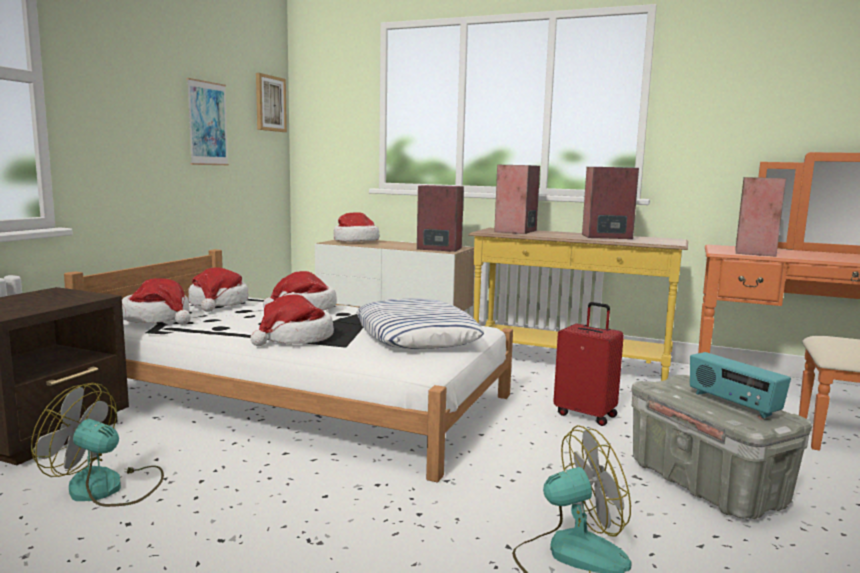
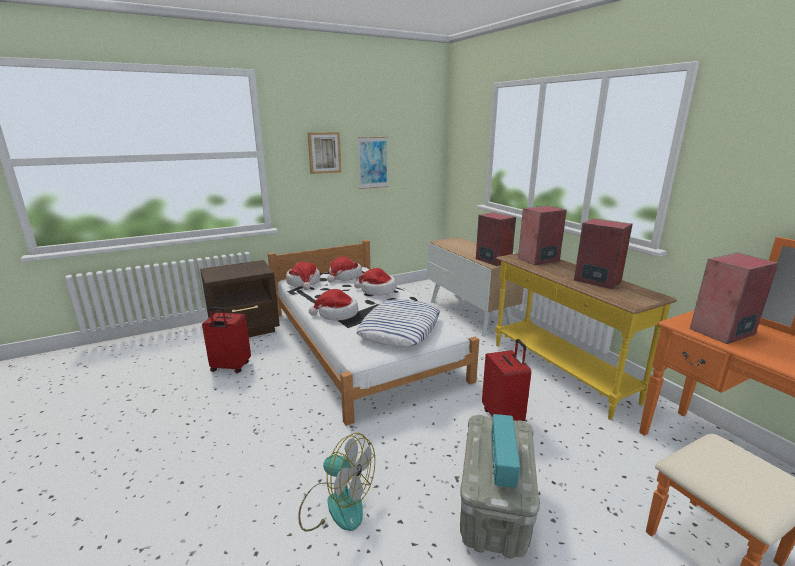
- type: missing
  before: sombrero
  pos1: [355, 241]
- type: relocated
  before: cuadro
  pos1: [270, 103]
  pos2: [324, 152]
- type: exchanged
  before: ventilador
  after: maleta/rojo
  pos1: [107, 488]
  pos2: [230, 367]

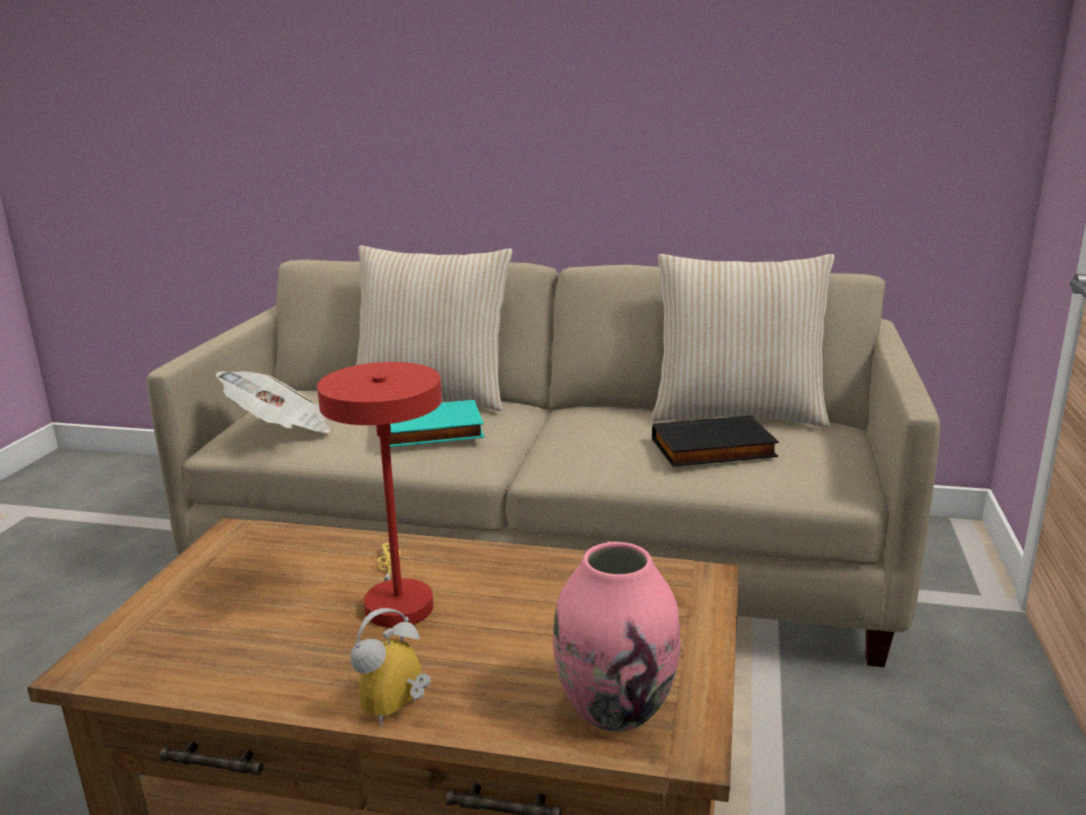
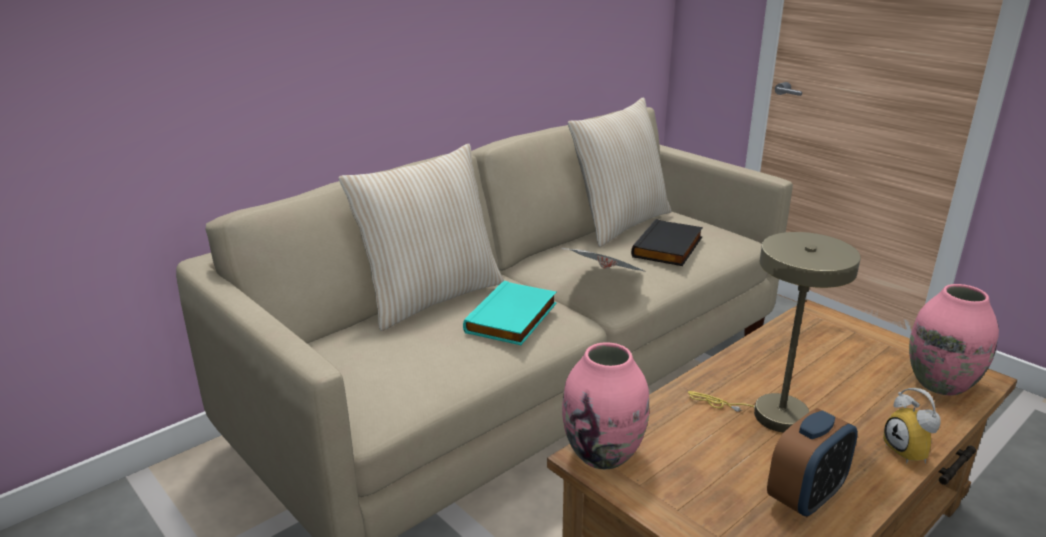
- type: appeared
  after: florero/rosa
  pos2: [603, 454]
- type: appeared
  after: despertador
  pos2: [805, 497]
- type: relocated
  before: periódico
  pos1: [280, 428]
  pos2: [606, 282]
- type: colour
  before: lámpara de mesa/rojo
  after: lámpara de mesa/beis
  pos1: [396, 601]
  pos2: [769, 415]

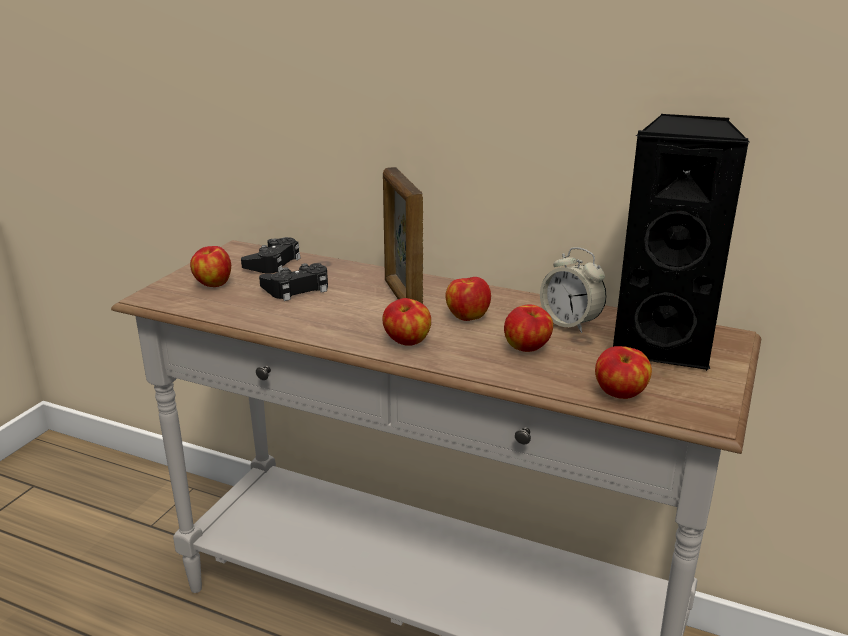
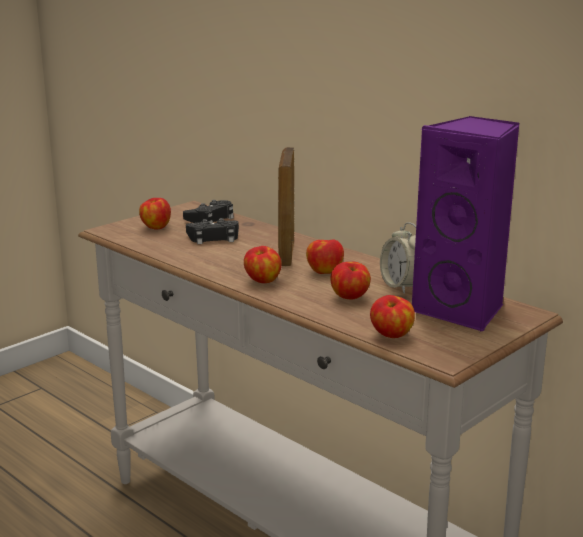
- type: colour
  before: altavoz/negro
  after: altavoz/morado
  pos1: [663, 345]
  pos2: [463, 311]

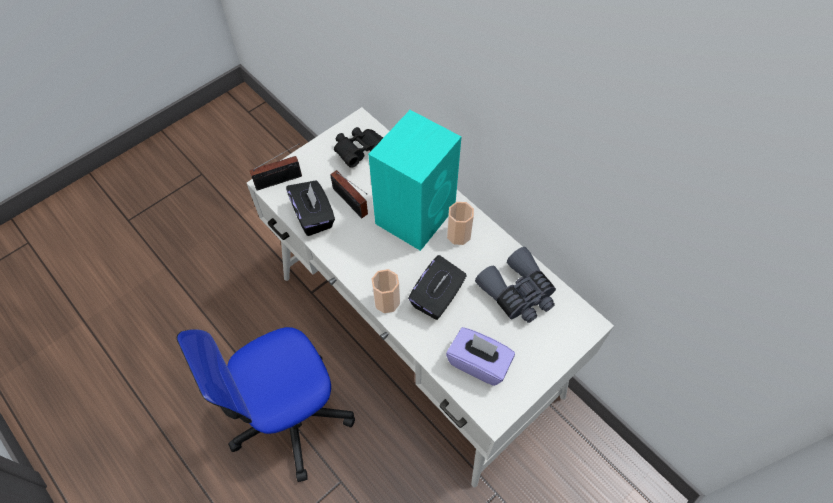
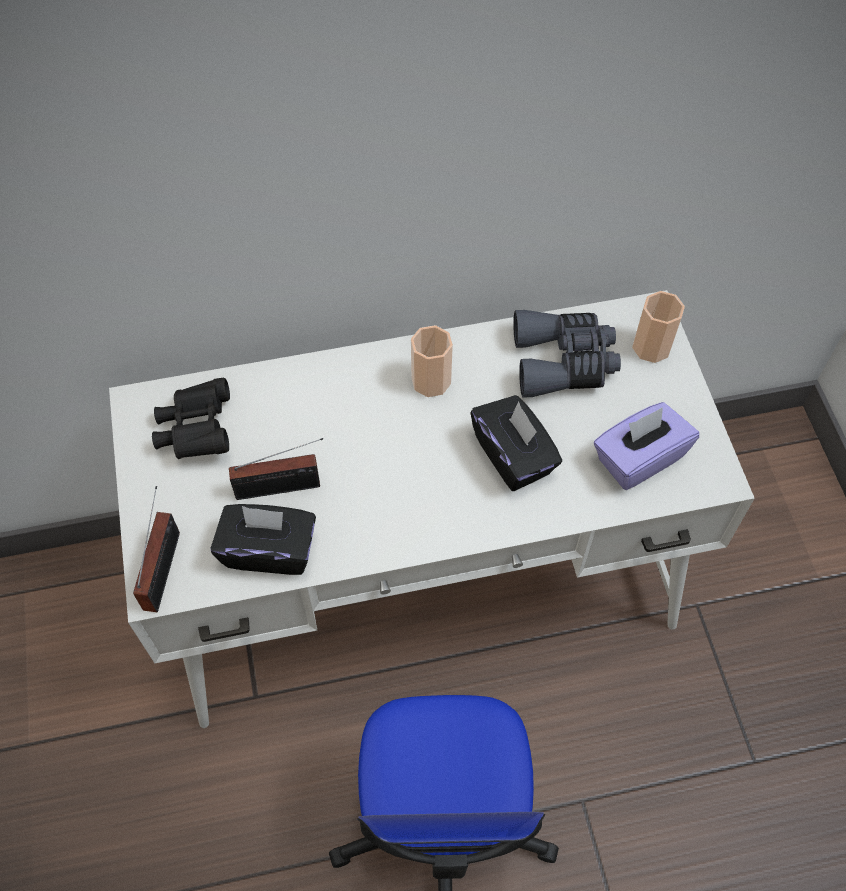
- type: missing
  before: altavoz/turquesa
  pos1: [416, 214]
- type: relocated
  before: taza
  pos1: [387, 301]
  pos2: [651, 347]

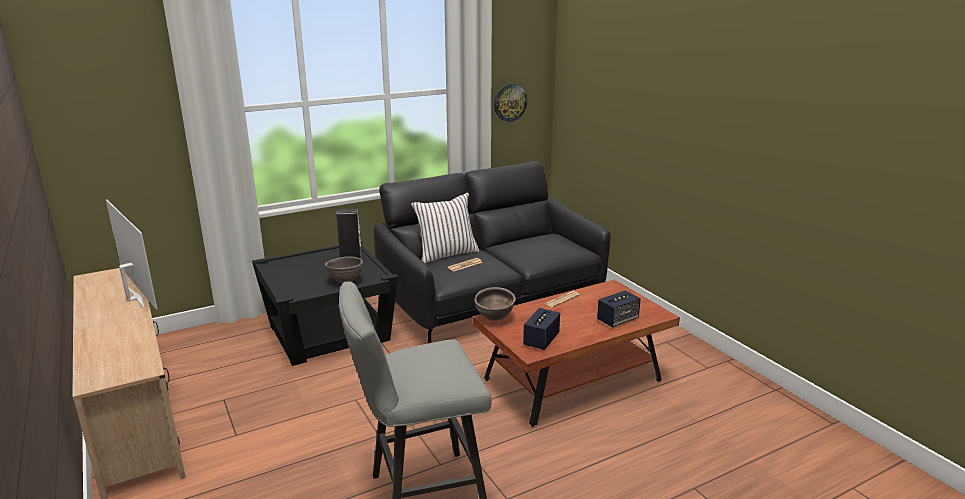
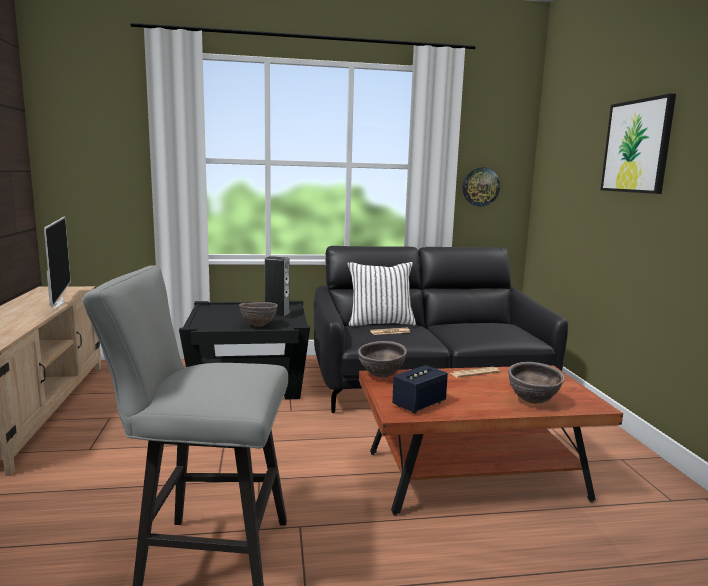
- type: appeared
  after: cuadro
  pos2: [637, 146]
- type: exchanged
  before: altavoz
  after: cuenco/marrón
  pos1: [617, 320]
  pos2: [532, 402]

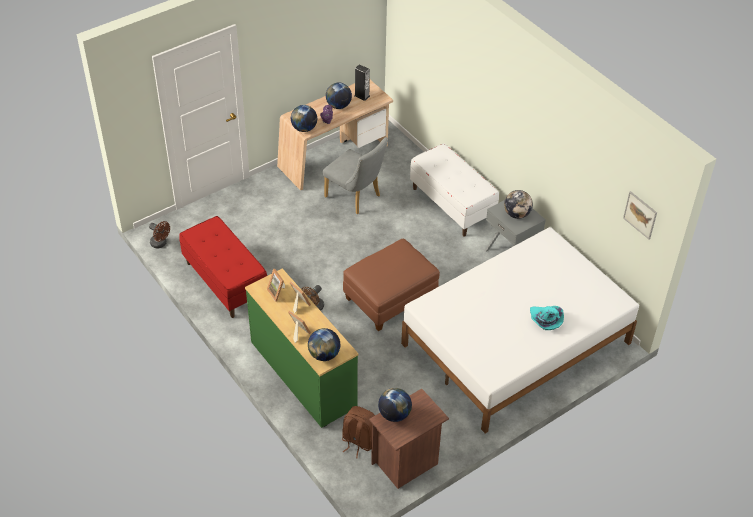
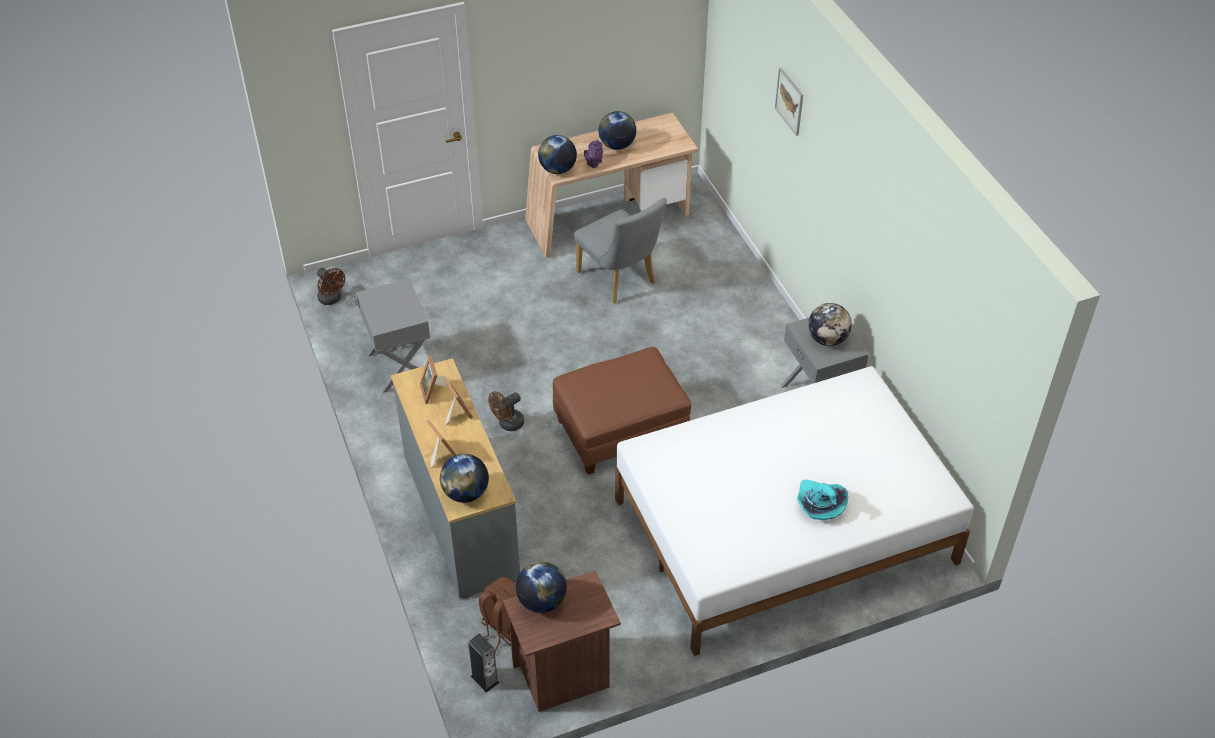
- type: missing
  before: banco/blanco
  pos1: [452, 205]
- type: relocated
  before: altavoz
  pos1: [362, 96]
  pos2: [485, 679]
- type: relocated
  before: cuadro
  pos1: [640, 215]
  pos2: [789, 101]
- type: exchanged
  before: banco/rojo
  after: mesita de noche/gris
  pos1: [225, 282]
  pos2: [399, 366]
- type: colour
  before: cómoda/verde
  after: cómoda/gris
  pos1: [302, 374]
  pos2: [460, 516]

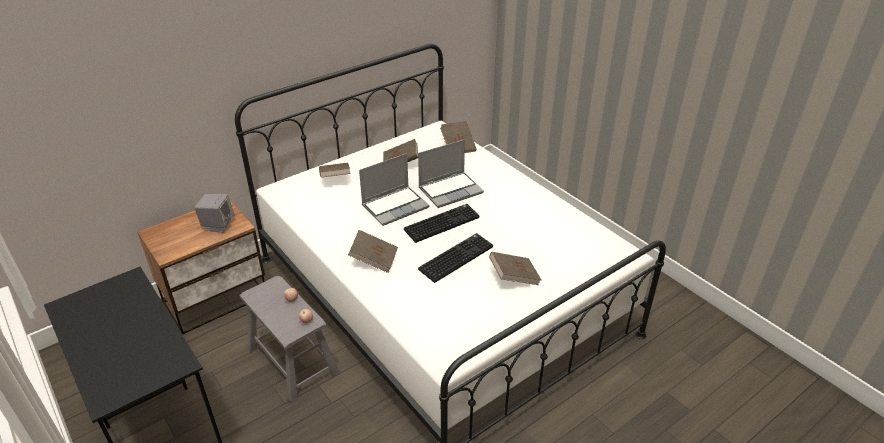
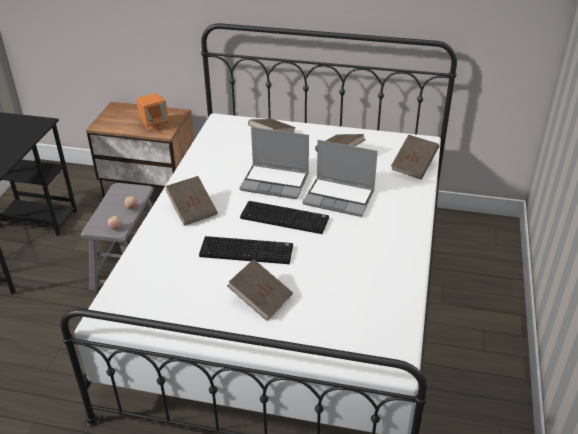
- type: colour
  before: altavoz/gris
  after: altavoz/naranja
  pos1: [218, 225]
  pos2: [154, 124]

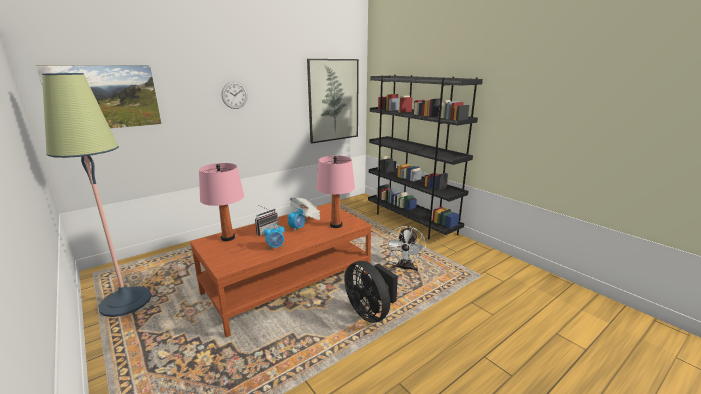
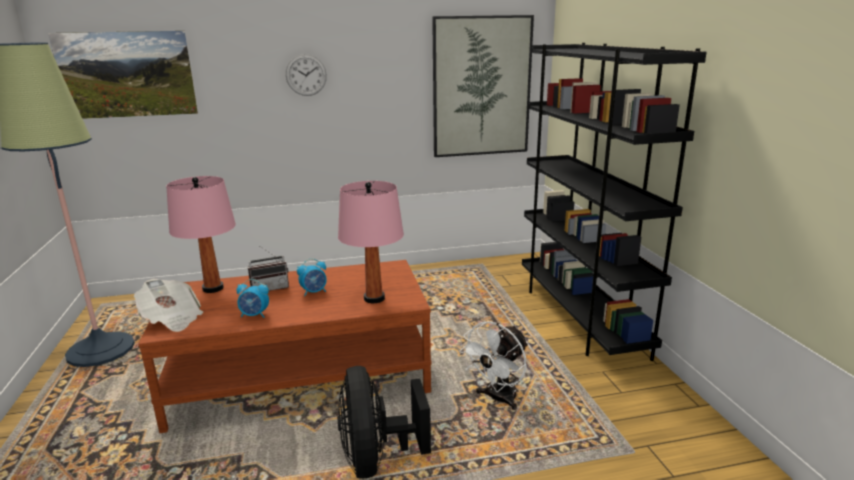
- type: relocated
  before: periódico
  pos1: [306, 216]
  pos2: [172, 319]

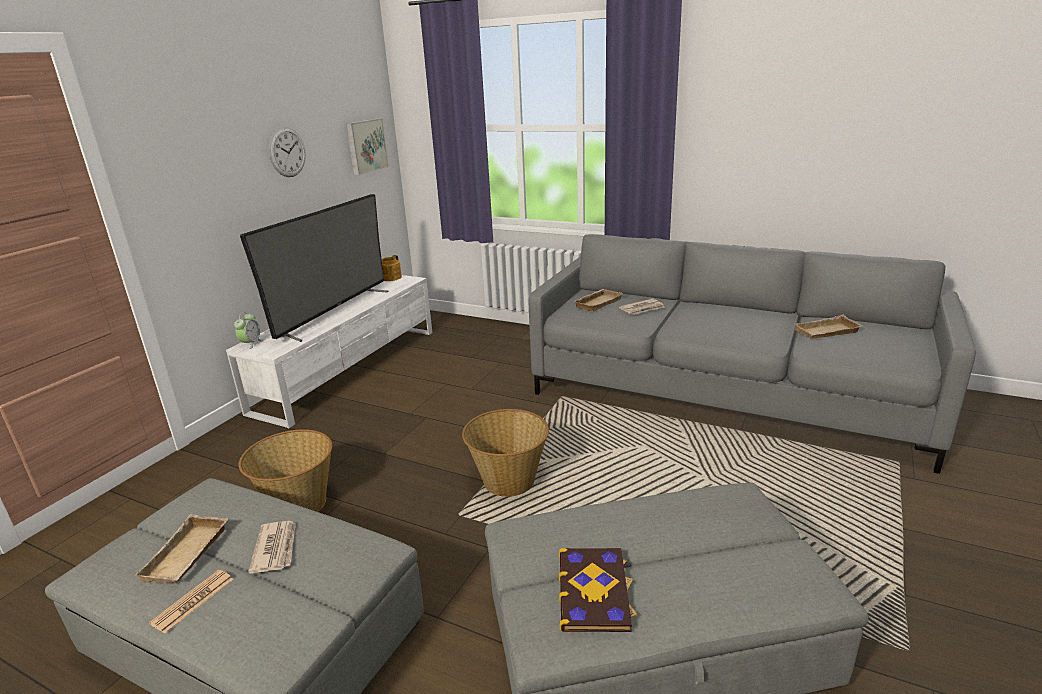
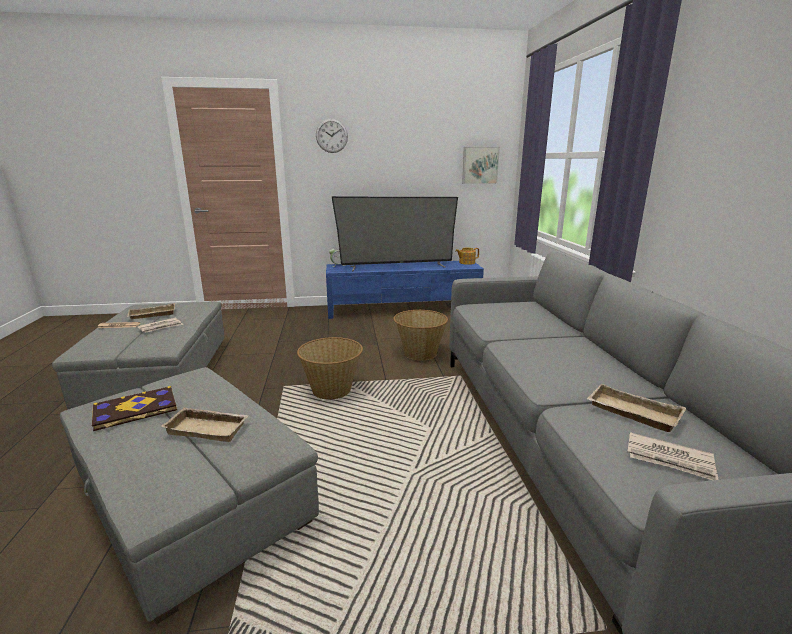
- type: relocated
  before: cesta
  pos1: [298, 504]
  pos2: [419, 353]
- type: relocated
  before: reloj de pared
  pos1: [287, 152]
  pos2: [331, 136]
- type: relocated
  before: bandeja/beis
  pos1: [597, 303]
  pos2: [209, 428]
- type: relocated
  before: periódico
  pos1: [642, 309]
  pos2: [670, 459]
- type: colour
  before: mueble de televisión/blanco
  after: mueble de televisión/azul
  pos1: [350, 369]
  pos2: [404, 309]

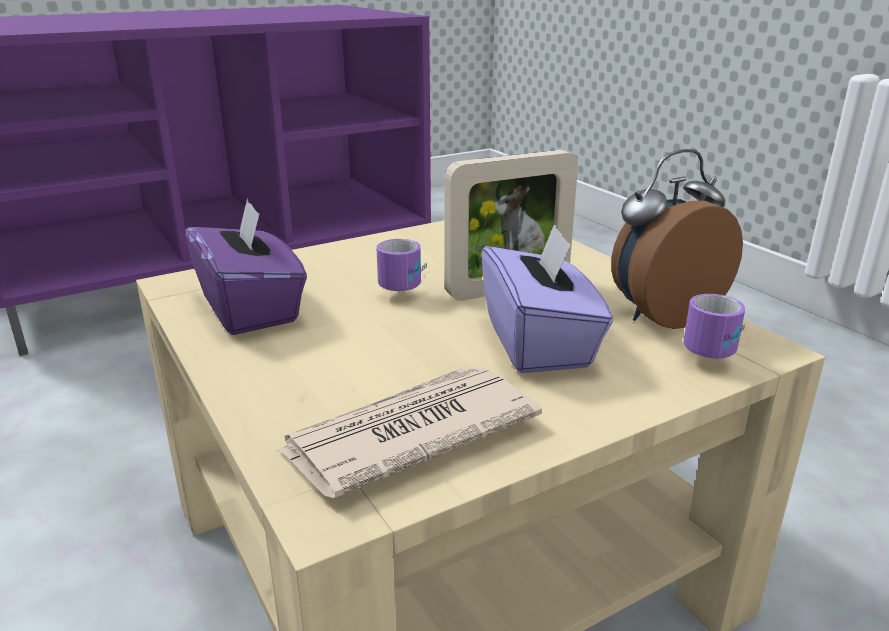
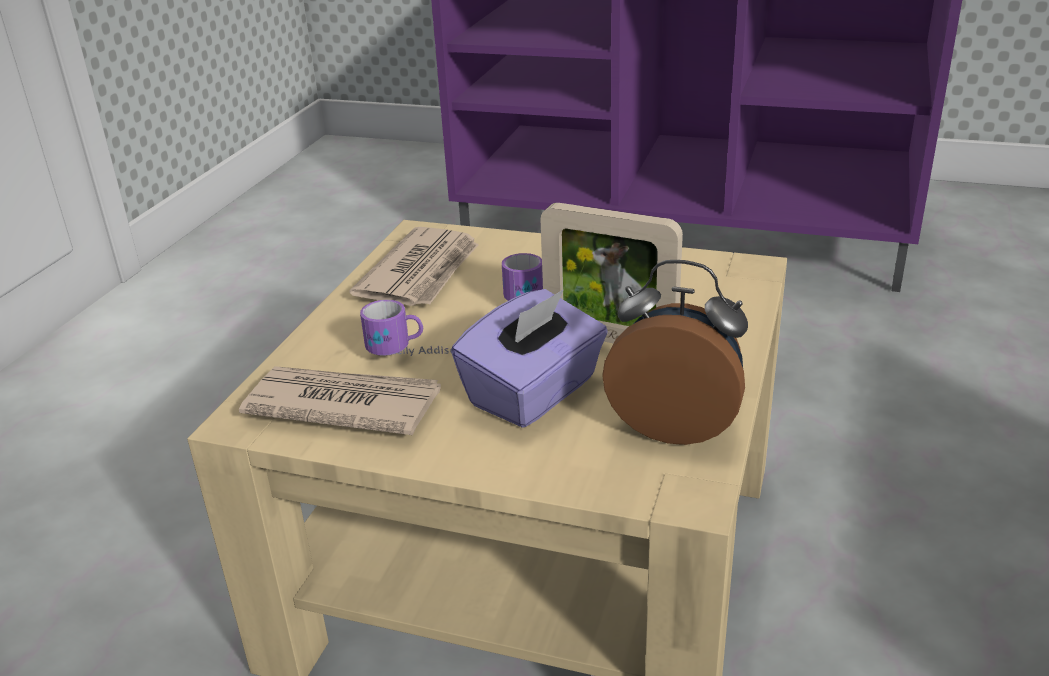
- type: relocated
  before: taza grande
  pos1: [721, 350]
  pos2: [414, 356]
- type: exchanged
  before: caja de pañuelos/morado
  after: periódico
  pos1: [251, 308]
  pos2: [422, 273]

